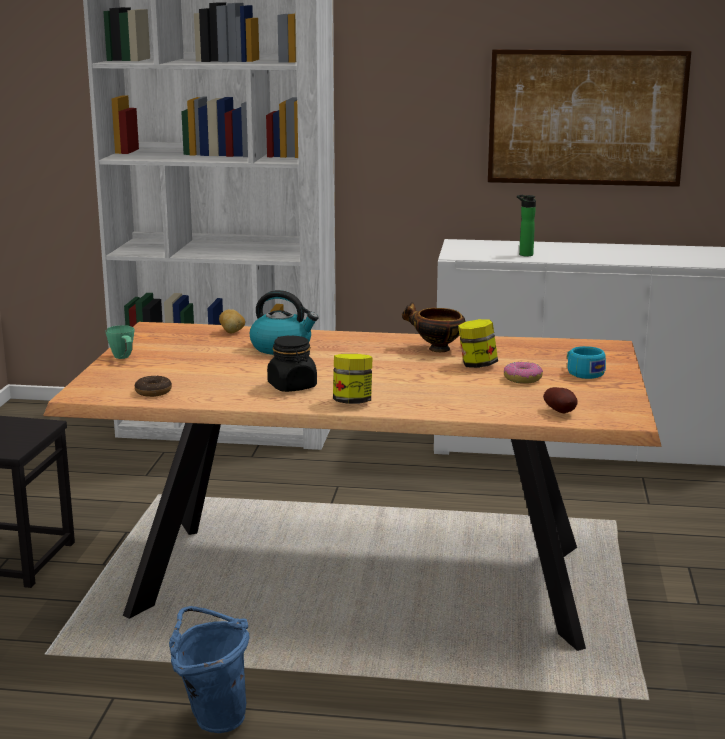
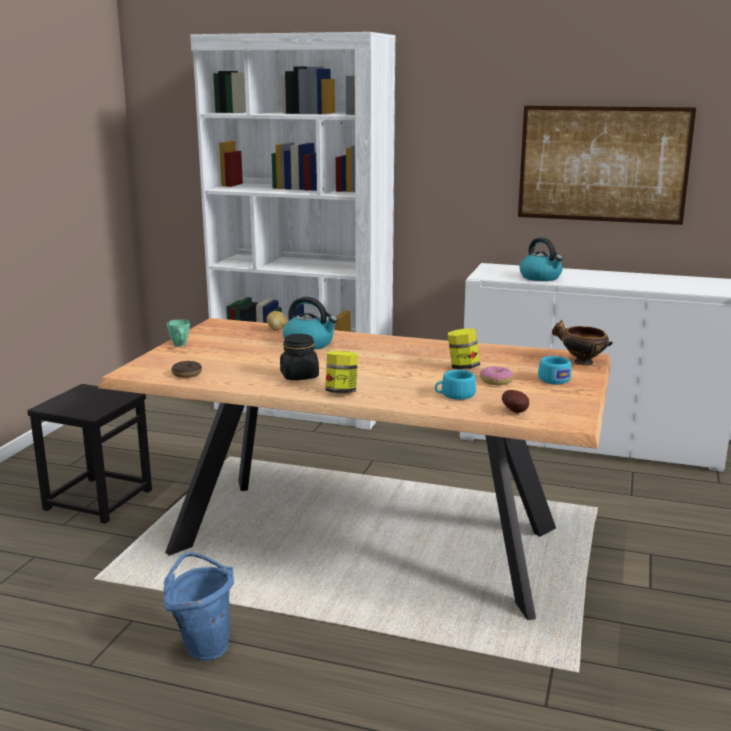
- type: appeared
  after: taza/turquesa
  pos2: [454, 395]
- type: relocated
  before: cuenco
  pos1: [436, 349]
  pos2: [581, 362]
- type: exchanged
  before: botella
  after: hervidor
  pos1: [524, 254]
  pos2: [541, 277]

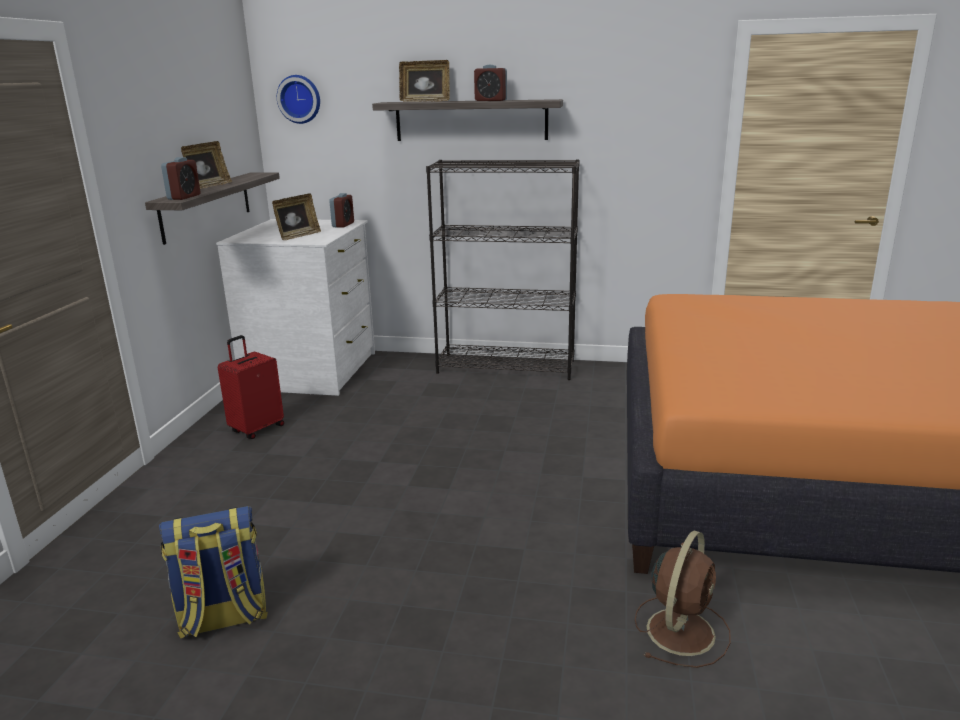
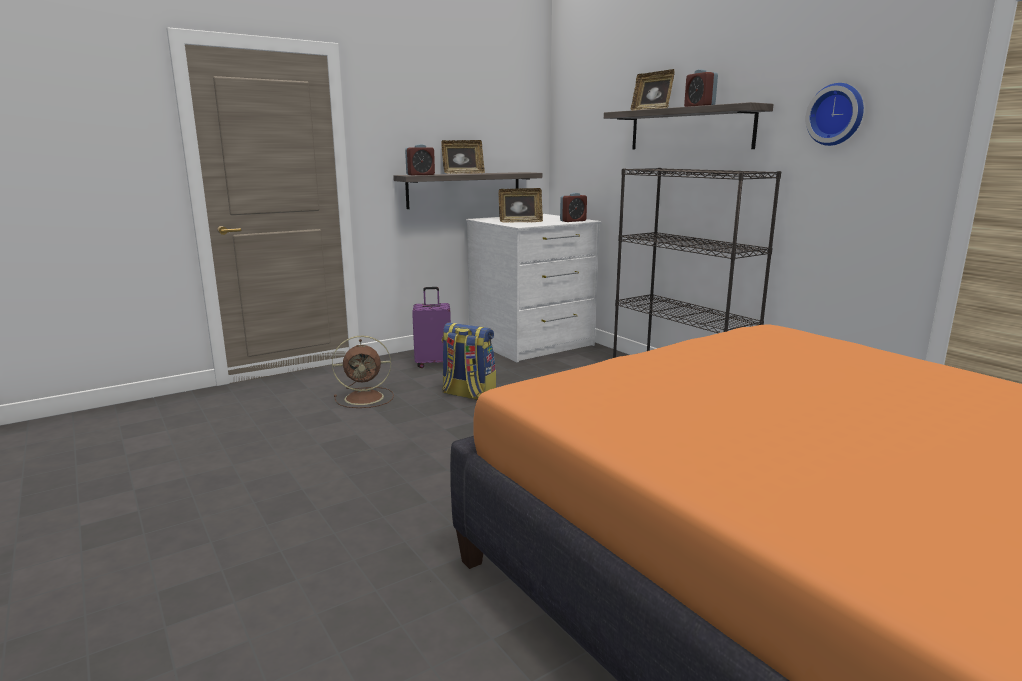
- type: relocated
  before: mochila
  pos1: [223, 618]
  pos2: [468, 394]
- type: relocated
  before: reloj de pared
  pos1: [300, 99]
  pos2: [836, 114]
- type: relocated
  before: ventilador/marrón
  pos1: [681, 630]
  pos2: [366, 398]
- type: colour
  before: maleta/rojo
  after: maleta/morado
  pos1: [256, 429]
  pos2: [434, 364]

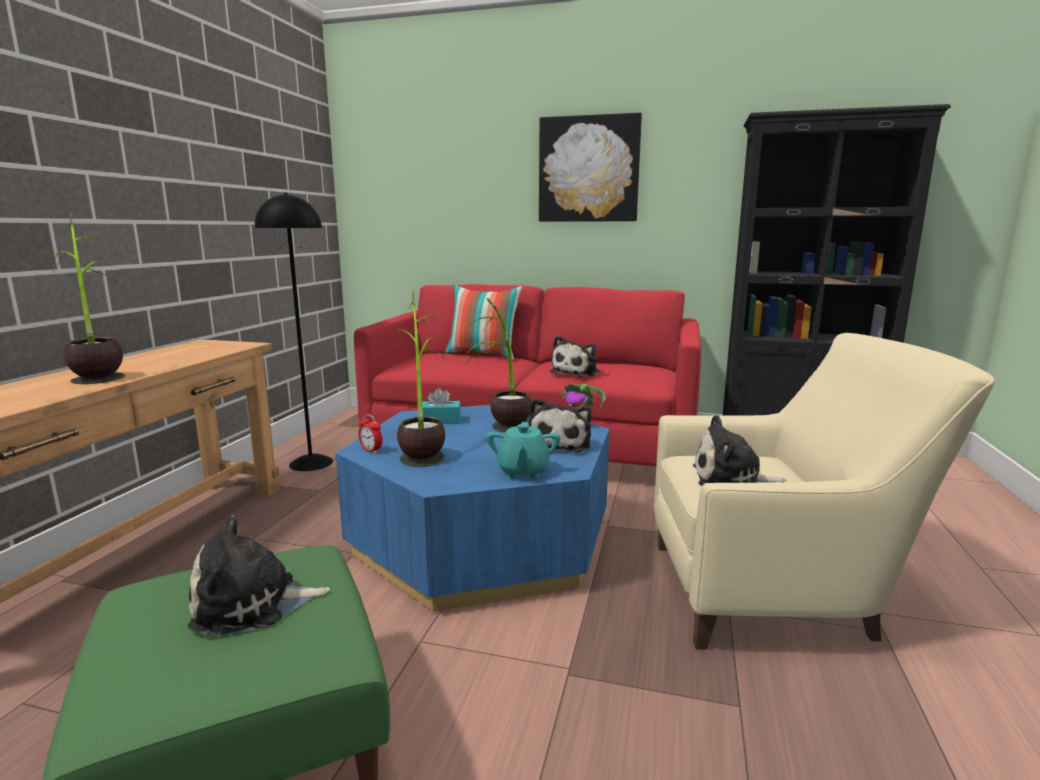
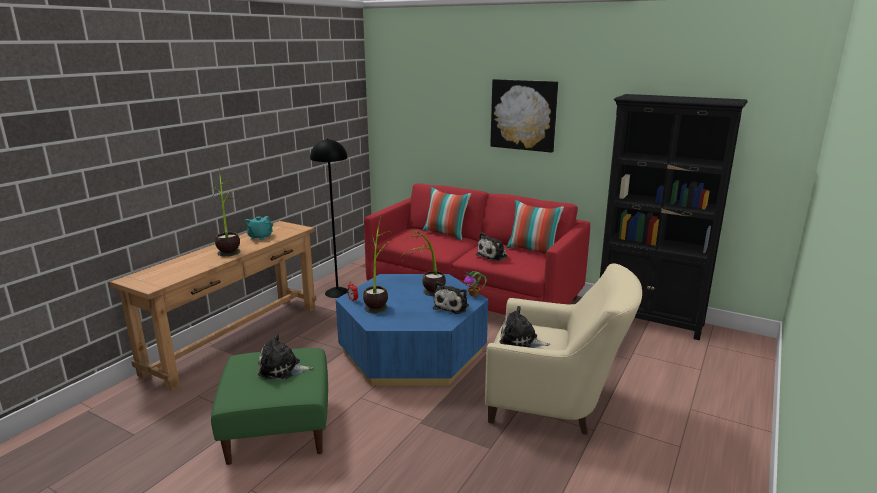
- type: missing
  before: caja de pañuelos/turquesa
  pos1: [440, 420]
- type: appeared
  after: cojín
  pos2: [533, 250]
- type: relocated
  before: tetera/turquesa
  pos1: [522, 471]
  pos2: [260, 237]

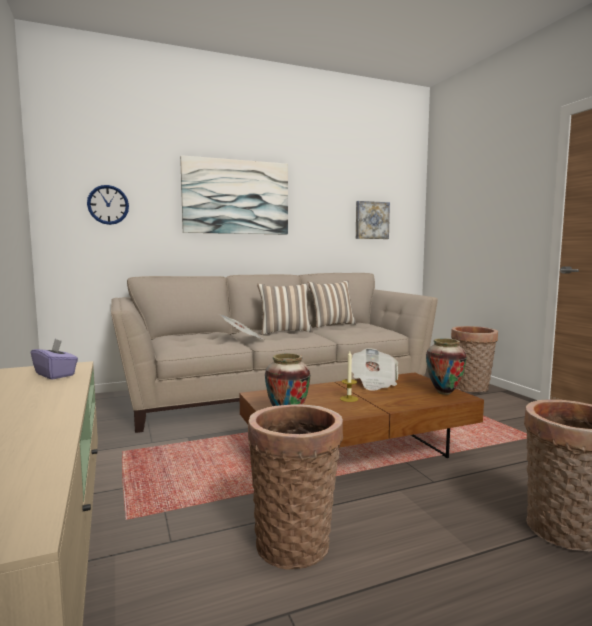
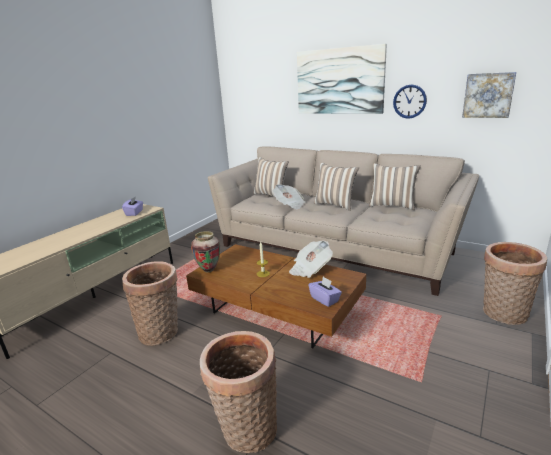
- type: appeared
  after: cojín
  pos2: [271, 195]
- type: relocated
  before: reloj de pared
  pos1: [108, 205]
  pos2: [409, 101]
- type: exchanged
  before: florero
  after: caja de pañuelos/morado
  pos1: [444, 392]
  pos2: [325, 299]

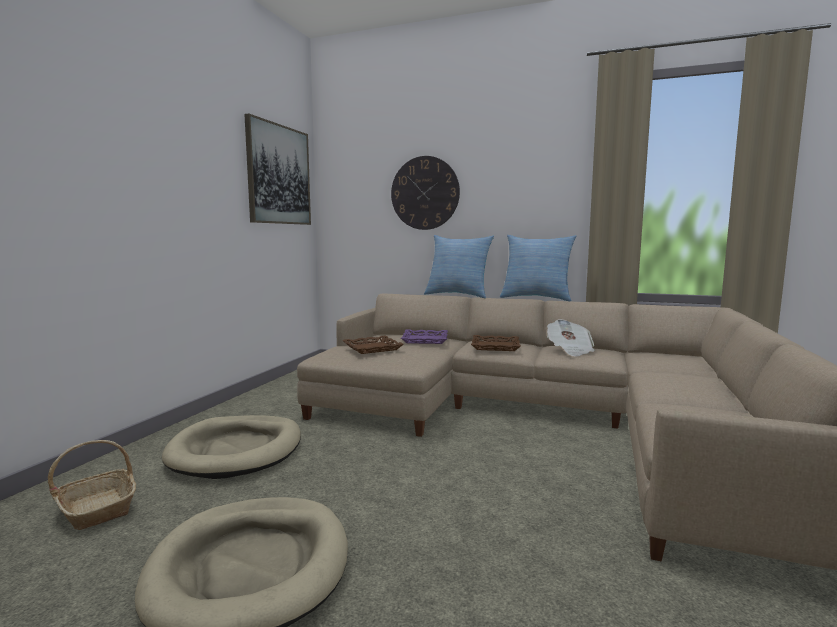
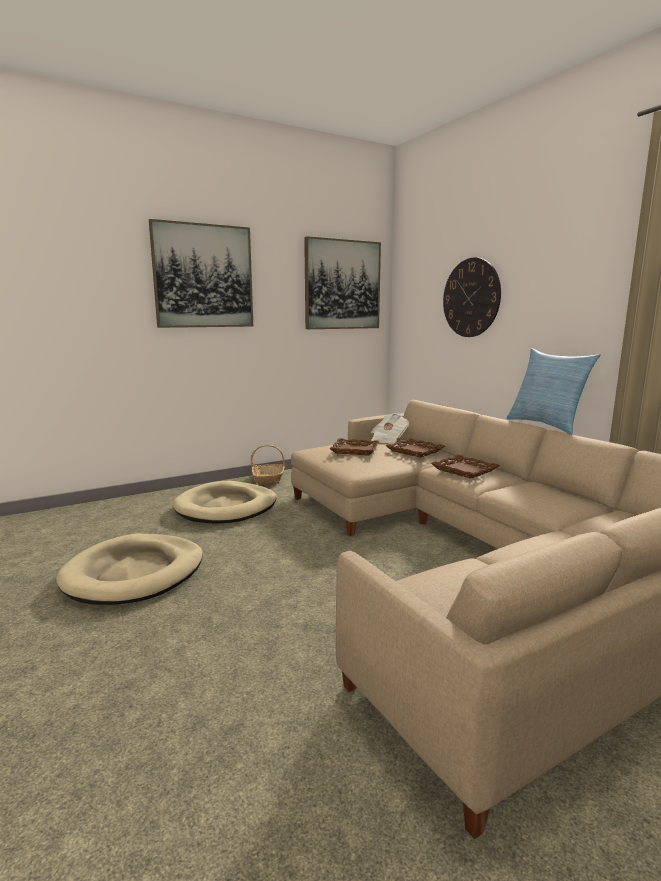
- type: missing
  before: cojín
  pos1: [458, 295]
- type: appeared
  after: cuadro
  pos2: [203, 276]
- type: relocated
  before: cesta
  pos1: [97, 508]
  pos2: [269, 479]
- type: relocated
  before: periódico
  pos1: [569, 350]
  pos2: [387, 439]
- type: colour
  before: bandeja/morado
  after: bandeja/marrón
  pos1: [425, 340]
  pos2: [414, 451]

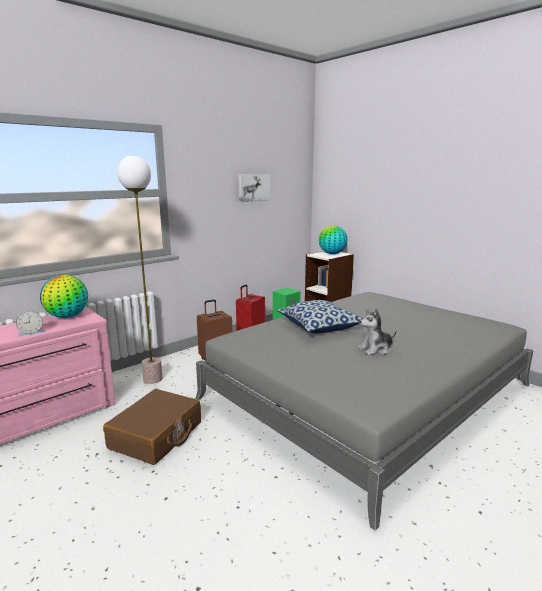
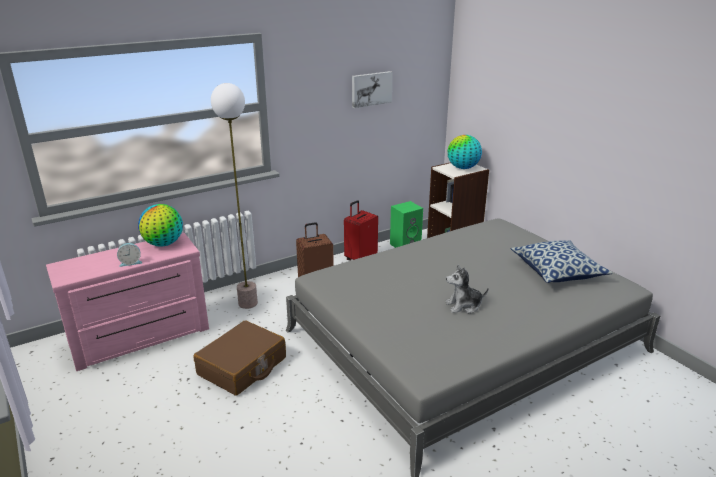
- type: relocated
  before: cojín
  pos1: [320, 327]
  pos2: [557, 272]

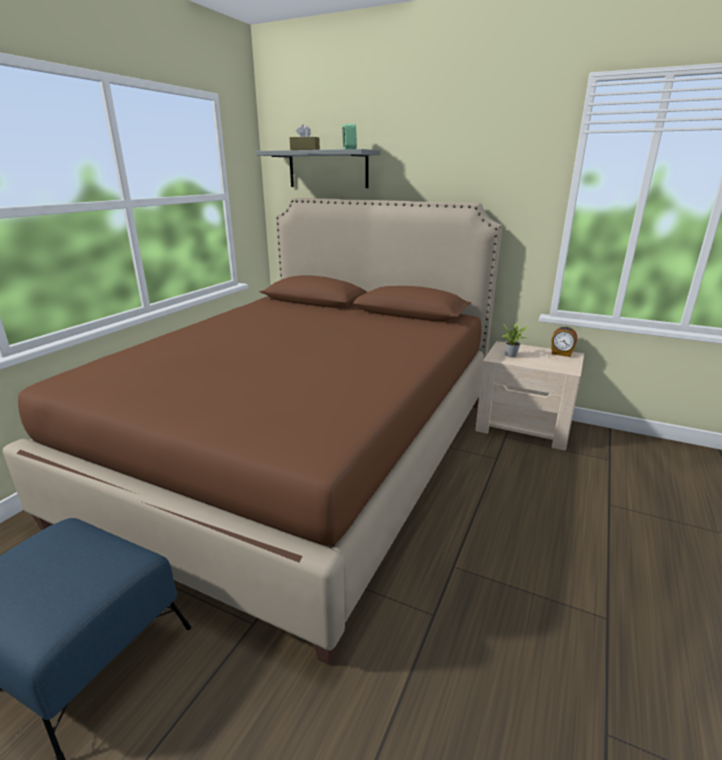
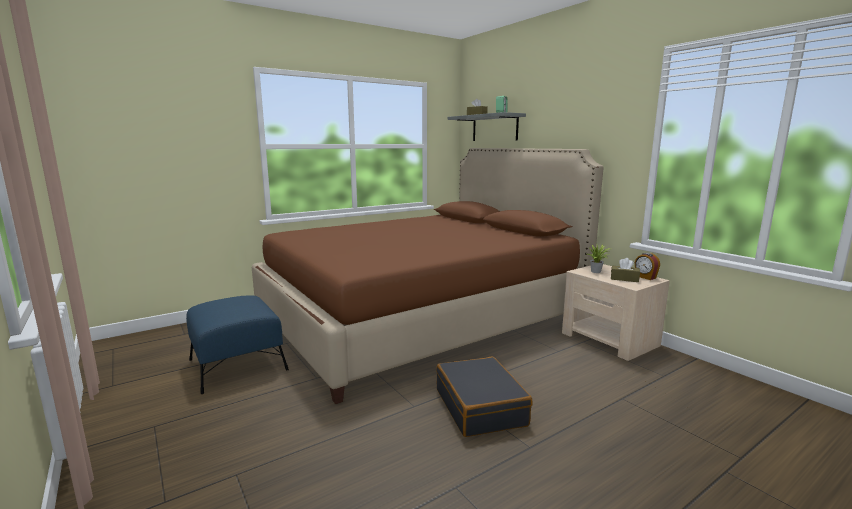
- type: appeared
  after: maleta/negro
  pos2: [480, 407]
- type: appeared
  after: caja de pañuelos/marrón
  pos2: [624, 279]

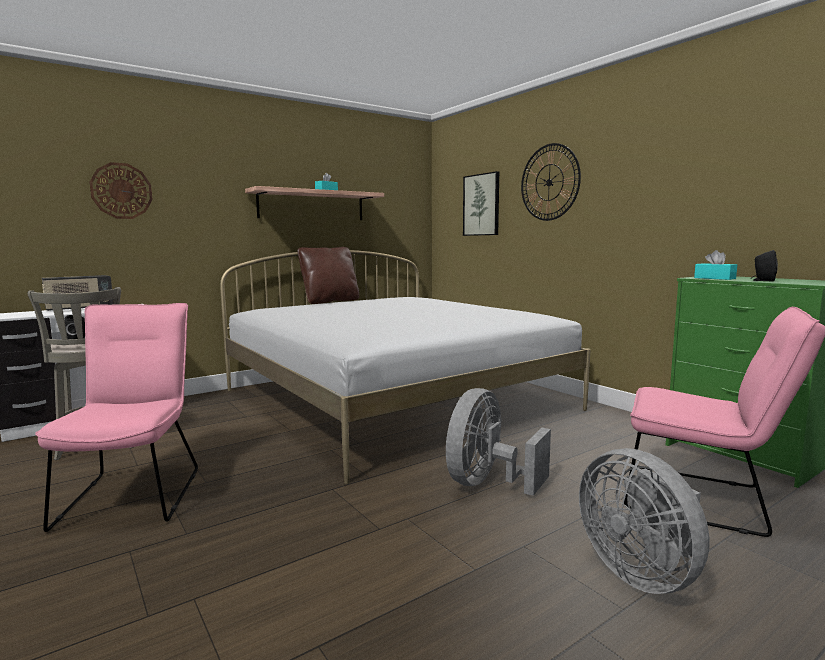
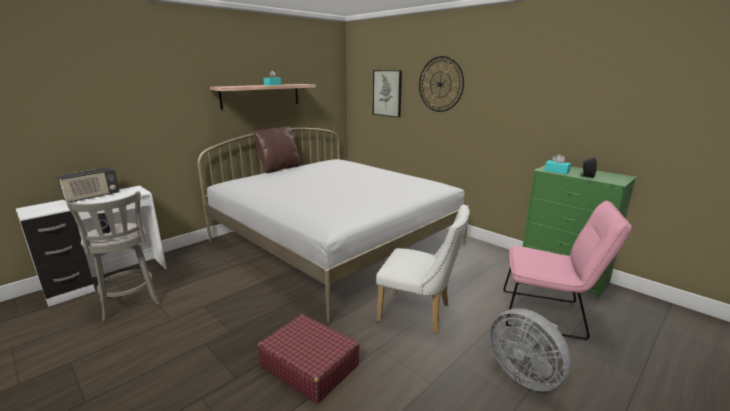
- type: missing
  before: silla/rosa
  pos1: [135, 492]
- type: missing
  before: reloj de pared
  pos1: [121, 191]
- type: appeared
  after: maleta/rojo
  pos2: [309, 365]
- type: exchanged
  before: ventilador/gris
  after: silla/blanco
  pos1: [487, 483]
  pos2: [420, 313]

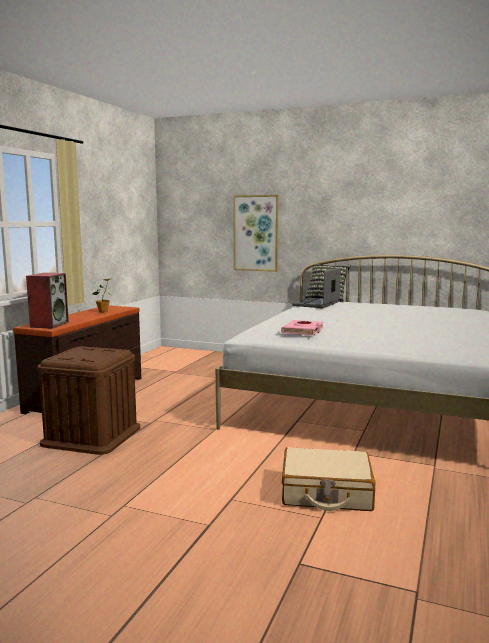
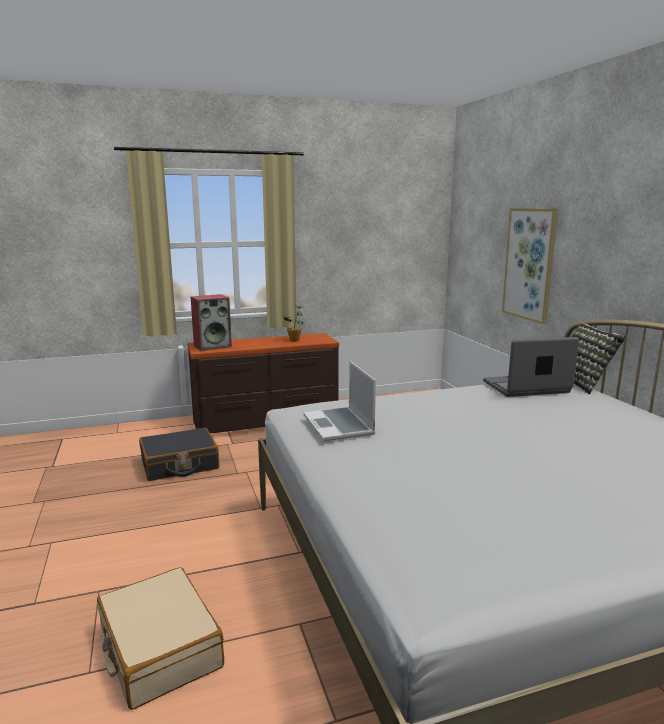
- type: exchanged
  before: caja de almacenaje/marrón
  after: maleta/negro
  pos1: [92, 435]
  pos2: [179, 464]
- type: exchanged
  before: libro/rosa
  after: portátil
  pos1: [303, 331]
  pos2: [339, 426]

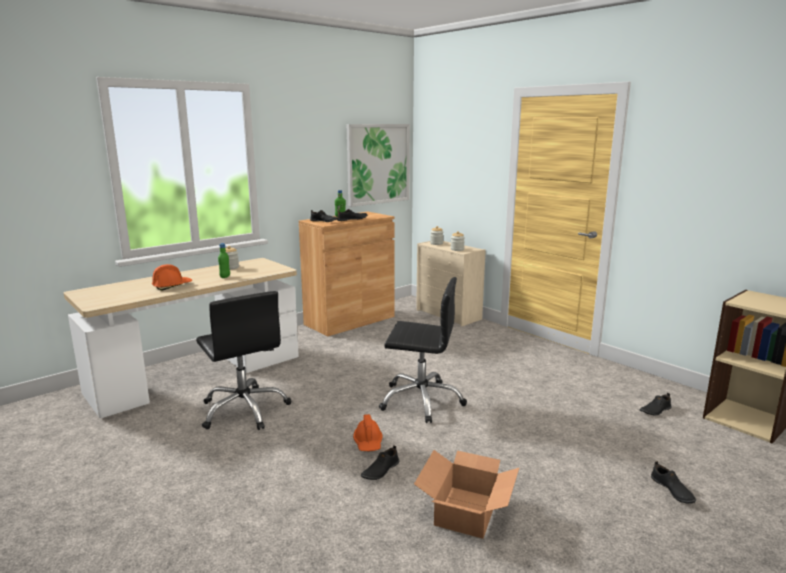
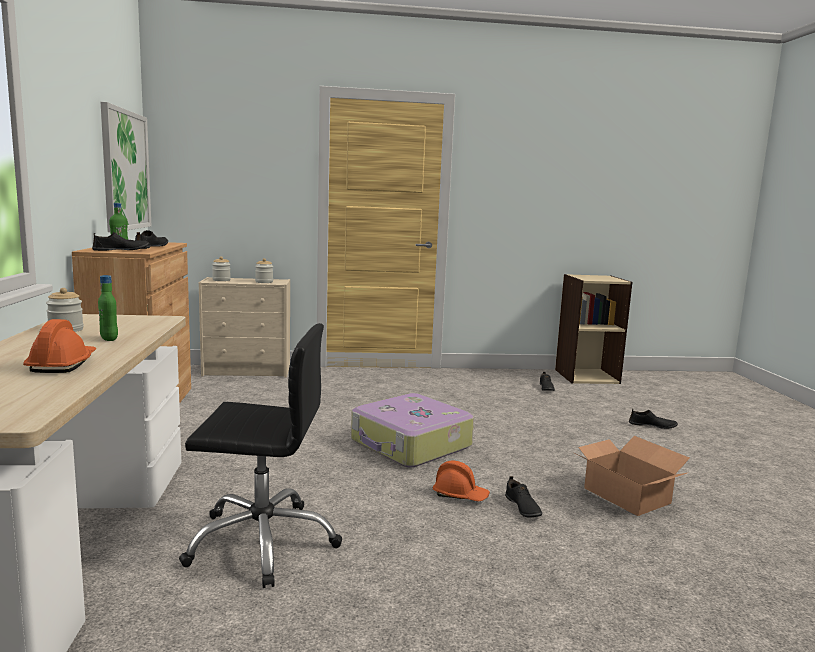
- type: exchanged
  before: silla de oficina/negro
  after: maleta
  pos1: [421, 400]
  pos2: [410, 444]

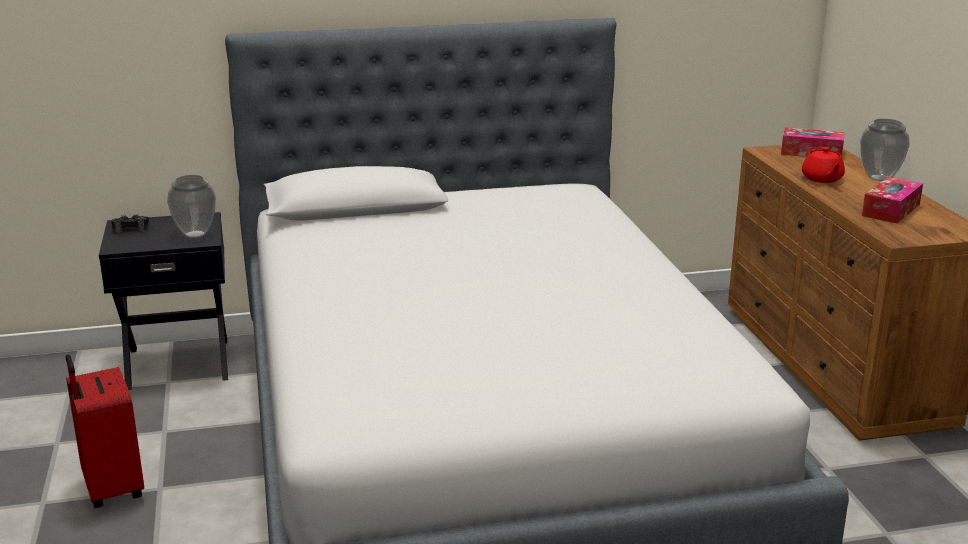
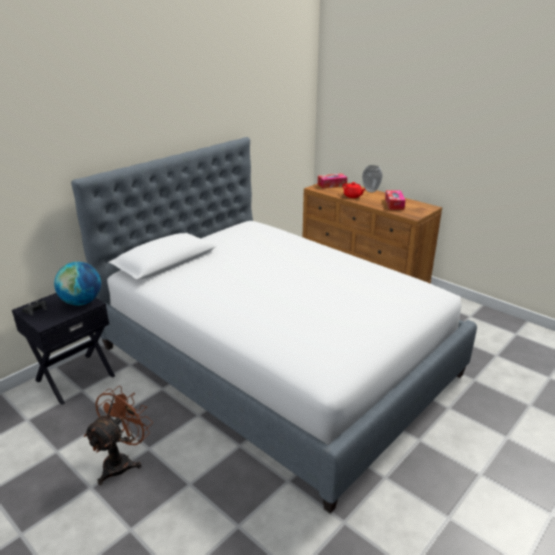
- type: exchanged
  before: maleta/rojo
  after: ventilador/marrón
  pos1: [111, 489]
  pos2: [122, 461]
- type: exchanged
  before: florero
  after: globo terráqueo
  pos1: [195, 234]
  pos2: [81, 302]

